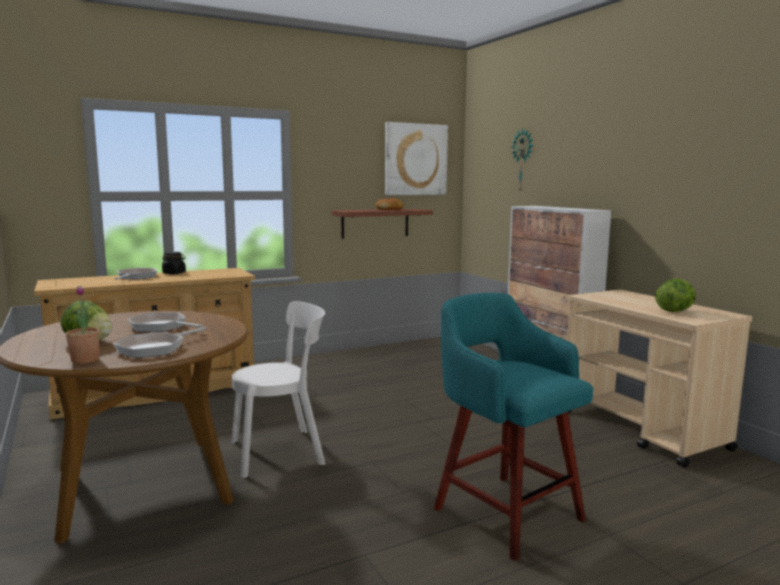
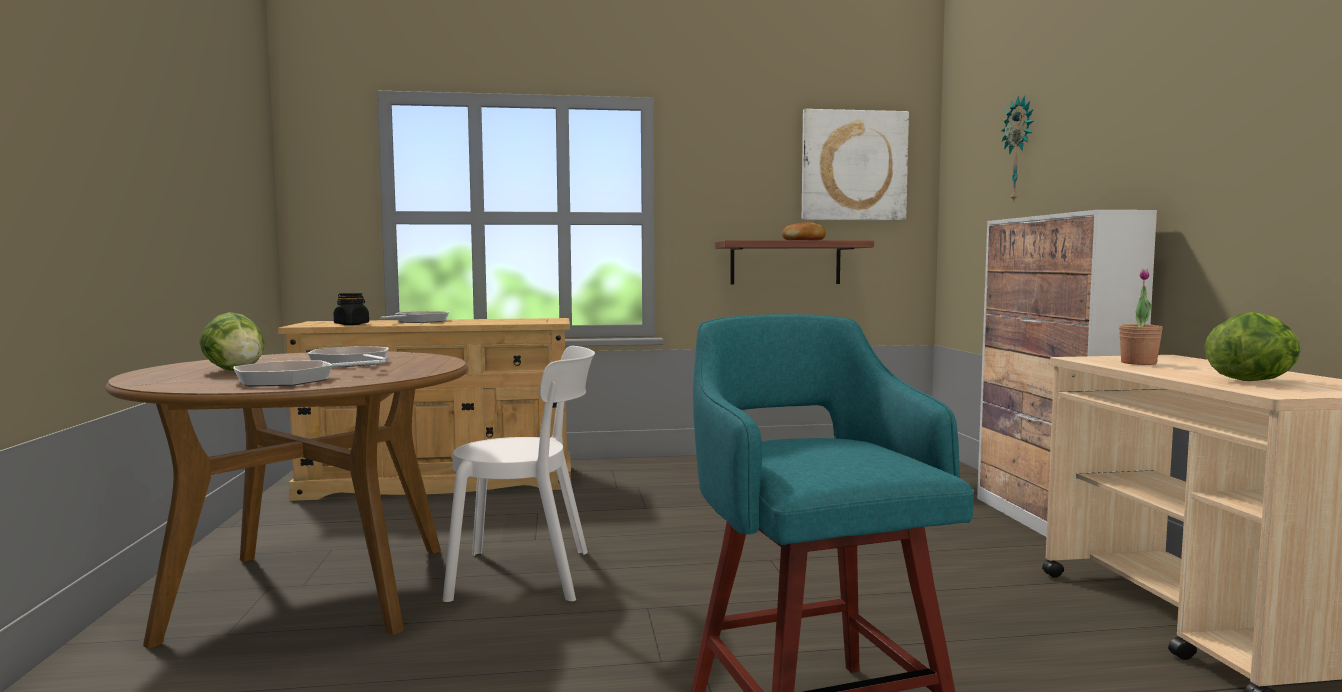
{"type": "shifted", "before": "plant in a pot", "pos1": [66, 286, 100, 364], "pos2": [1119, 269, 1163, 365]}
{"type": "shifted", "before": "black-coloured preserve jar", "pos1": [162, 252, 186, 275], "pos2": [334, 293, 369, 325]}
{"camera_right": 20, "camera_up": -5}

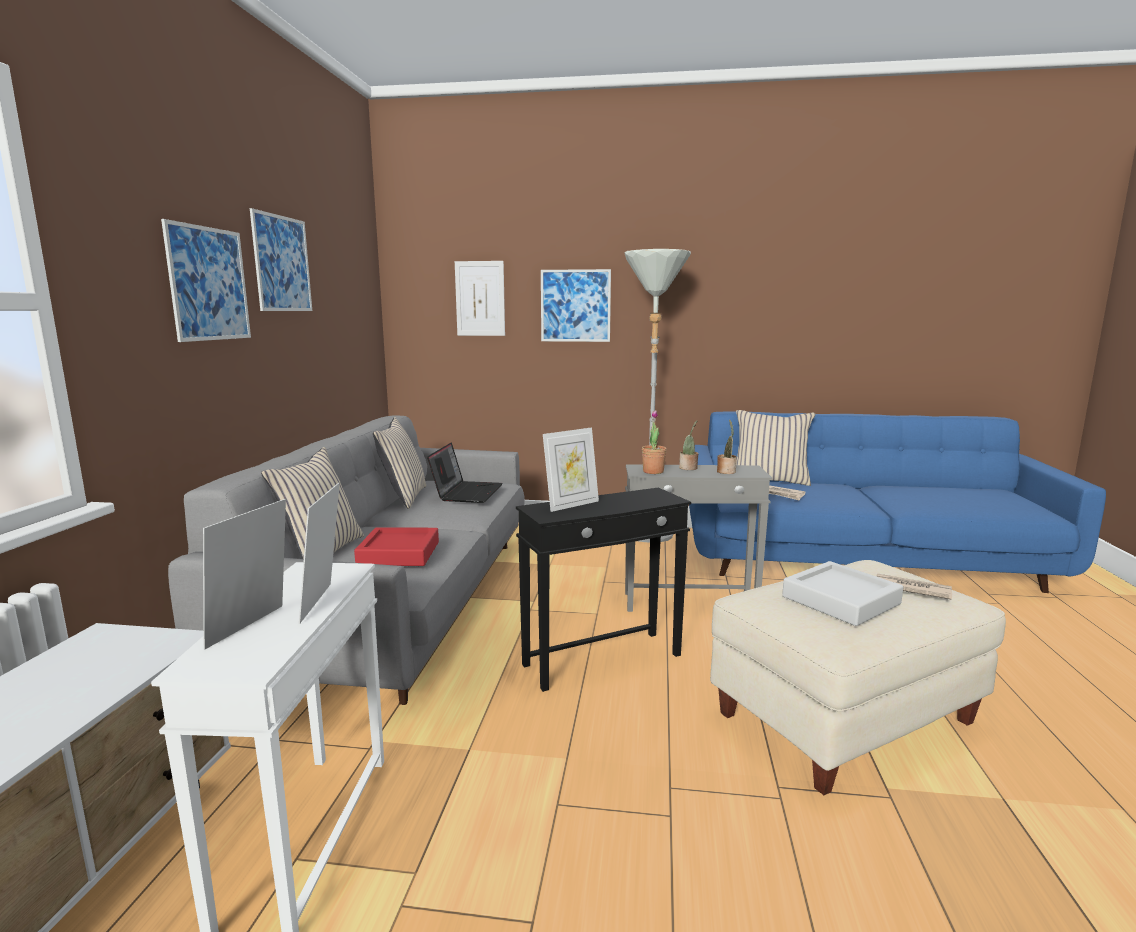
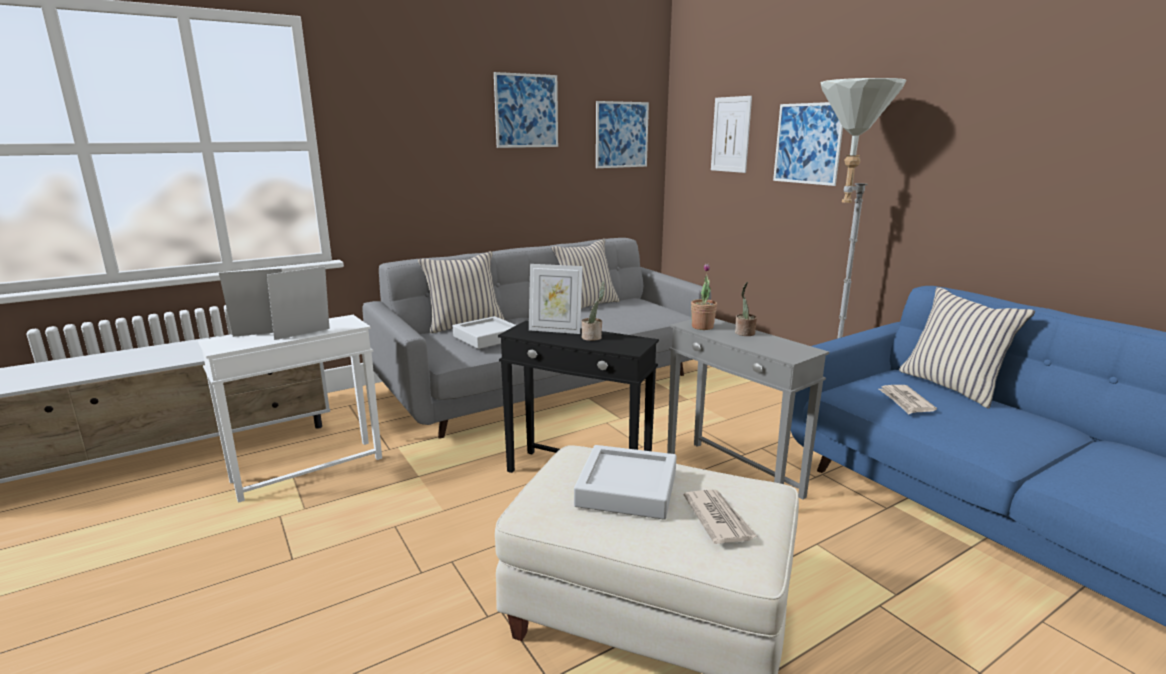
{"type": "shifted", "before": "picture", "pos1": [161, 219, 251, 342], "pos2": [596, 101, 649, 168]}
{"type": "repainted", "before": "red tray", "after": "gray tray", "pos1": [354, 527, 439, 566], "pos2": [453, 316, 516, 349]}
{"type": "gone", "before": "portable computer", "pos1": [427, 442, 502, 503]}
{"type": "shifted", "before": "plant in a pot", "pos1": [717, 419, 737, 474], "pos2": [582, 281, 605, 341]}
{"camera_right": 50, "camera_up": 5}

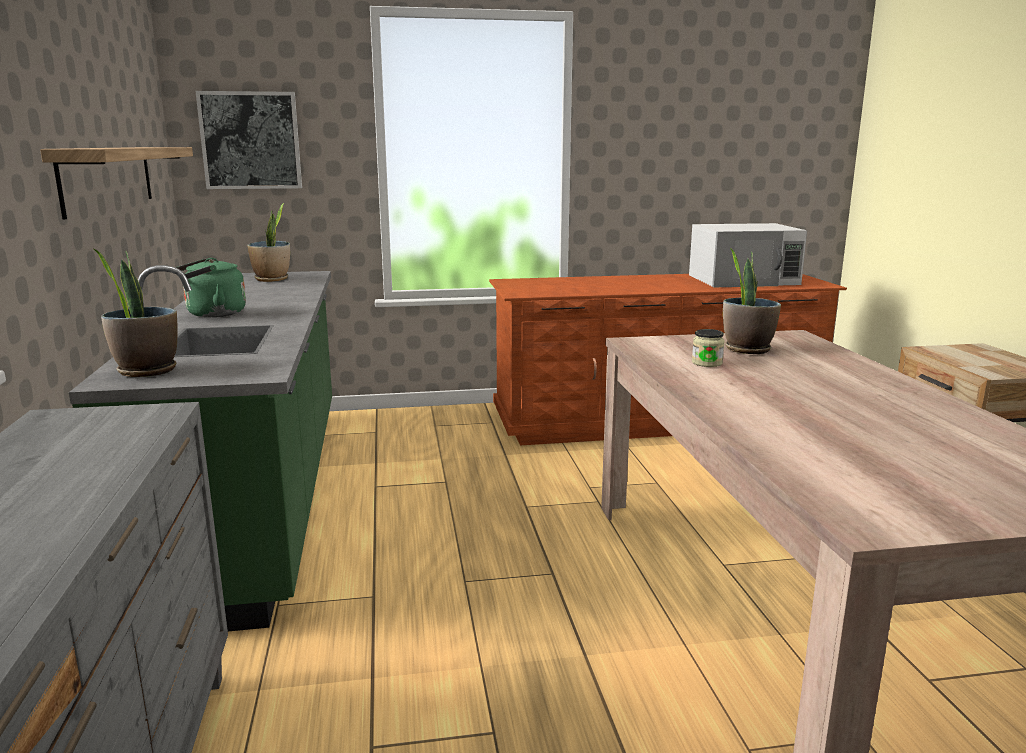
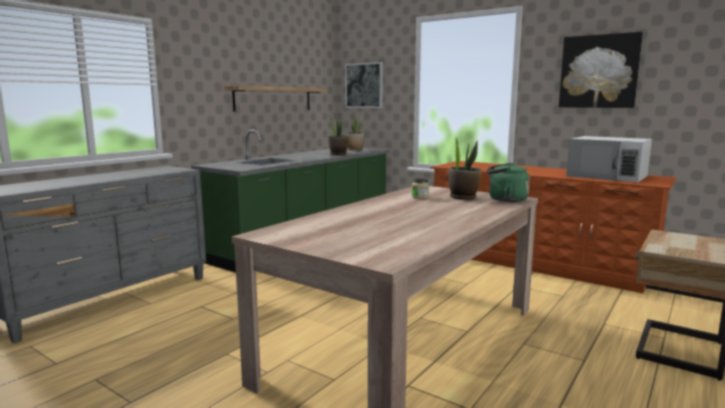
{"type": "shifted", "before": "plant in a pot", "pos1": [94, 249, 178, 377], "pos2": [328, 117, 349, 155]}
{"type": "shifted", "before": "green-coloured kettle", "pos1": [176, 258, 246, 317], "pos2": [487, 163, 530, 202]}
{"type": "new", "after": "picture", "pos2": [559, 32, 643, 108]}
{"camera_right": 45, "camera_up": -5}

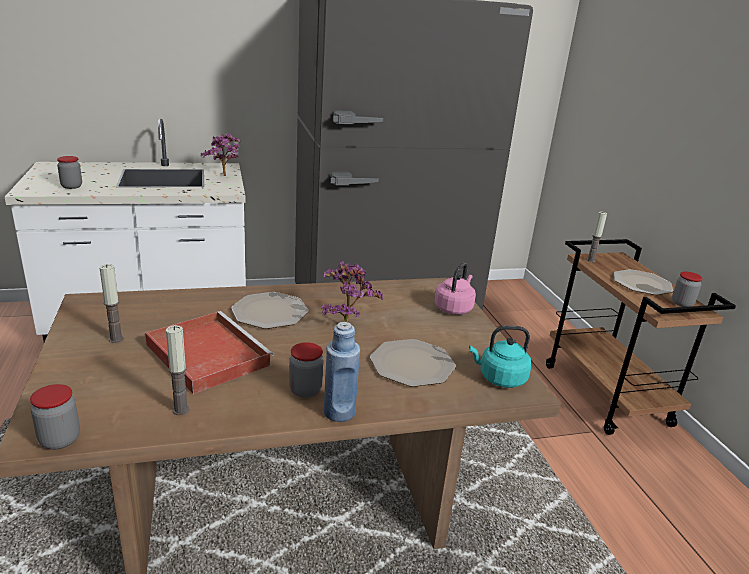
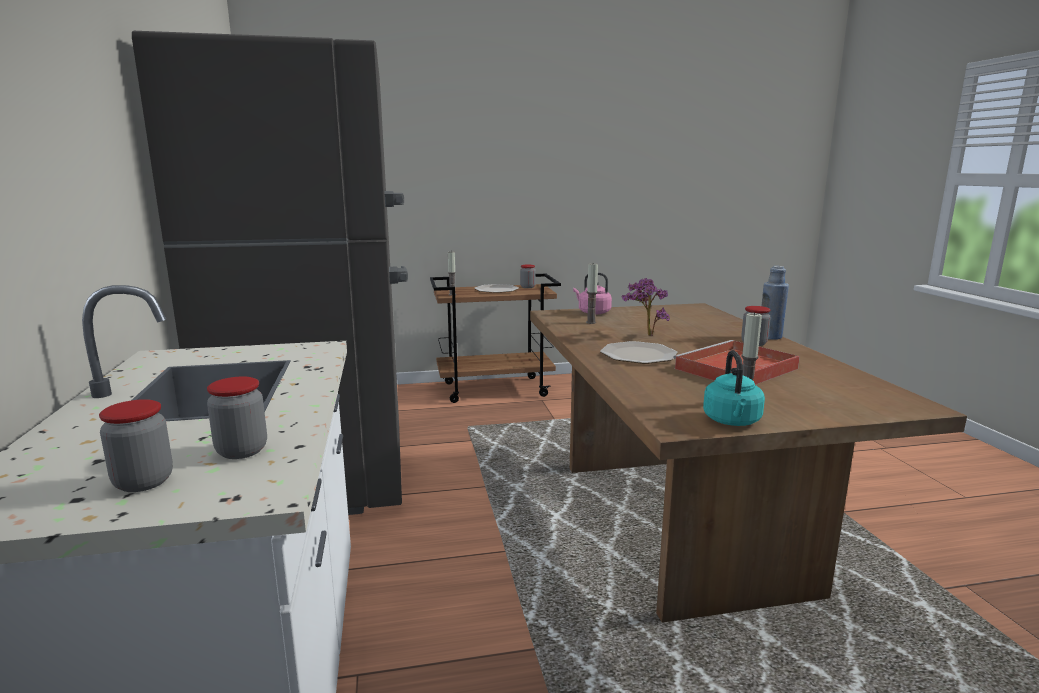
{"type": "shifted", "before": "preserve jar", "pos1": [30, 384, 80, 450], "pos2": [99, 399, 173, 492]}
{"type": "shifted", "before": "wax candle", "pos1": [166, 325, 190, 415], "pos2": [586, 263, 598, 324]}
{"type": "gone", "before": "plant in a pot", "pos1": [201, 133, 241, 176]}
{"type": "gone", "before": "flat dish", "pos1": [370, 339, 456, 387]}
{"type": "shifted", "before": "turquoise-coloured kettle", "pos1": [469, 326, 532, 388], "pos2": [703, 350, 765, 426]}
{"camera_right": -85, "camera_up": -10}

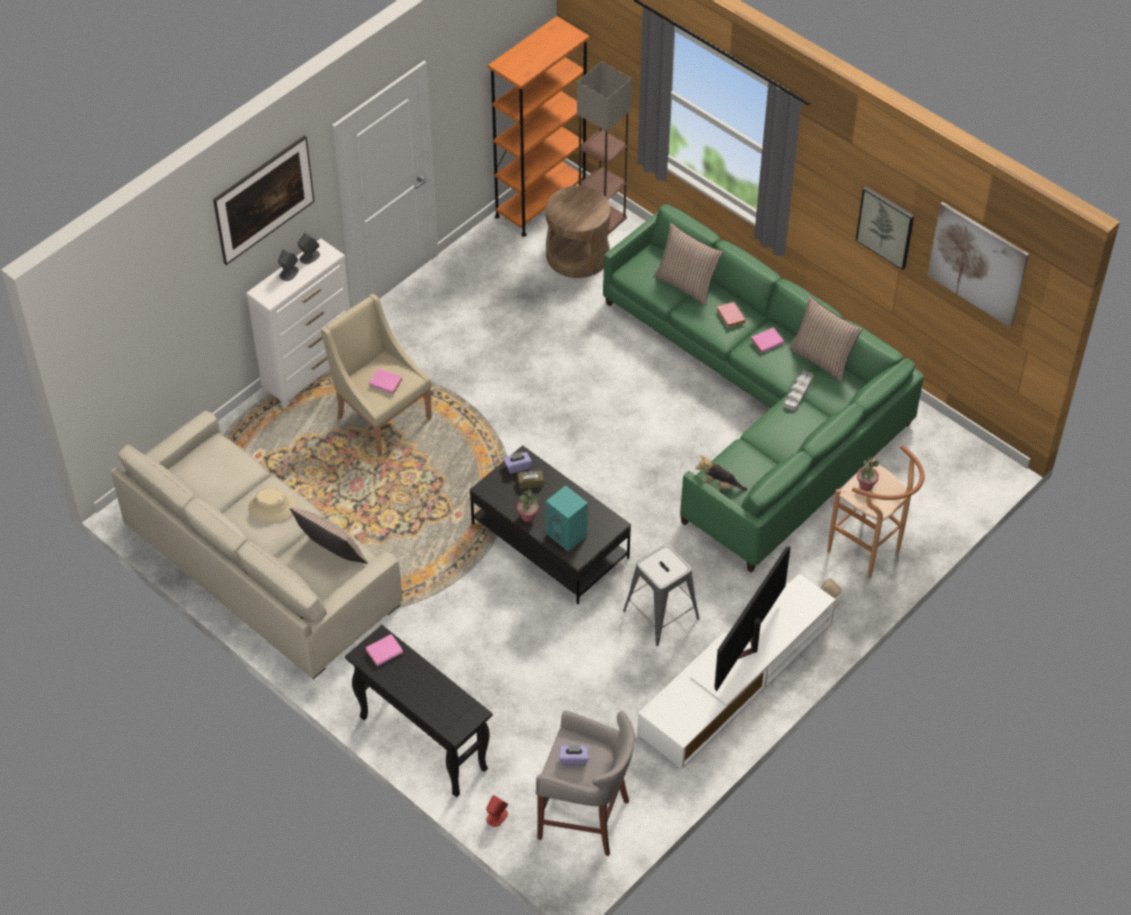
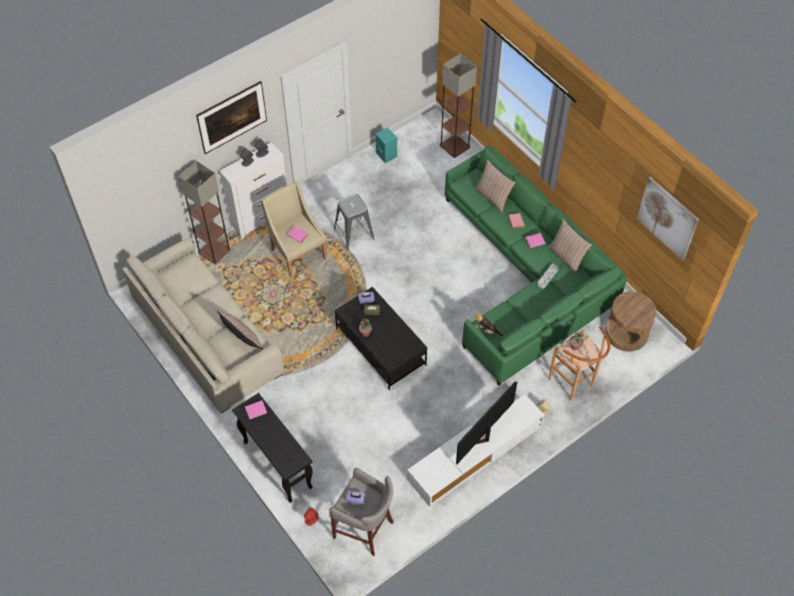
{"type": "gone", "before": "sand-coloured hat", "pos1": [248, 488, 296, 522]}
{"type": "gone", "before": "orange bookshelf", "pos1": [488, 16, 590, 237]}
{"type": "shifted", "before": "brown side table", "pos1": [546, 186, 610, 278], "pos2": [605, 291, 656, 352]}
{"type": "shifted", "before": "turquoise-coloured loudspeaker", "pos1": [546, 485, 588, 551], "pos2": [376, 128, 397, 163]}
{"type": "shifted", "before": "gray stool", "pos1": [623, 545, 700, 646], "pos2": [334, 194, 374, 250]}
{"type": "gone", "before": "picture", "pos1": [856, 186, 914, 270]}
{"type": "new", "after": "standard lamp", "pos2": [178, 161, 230, 264]}
{"camera_right": 10, "camera_up": 5}

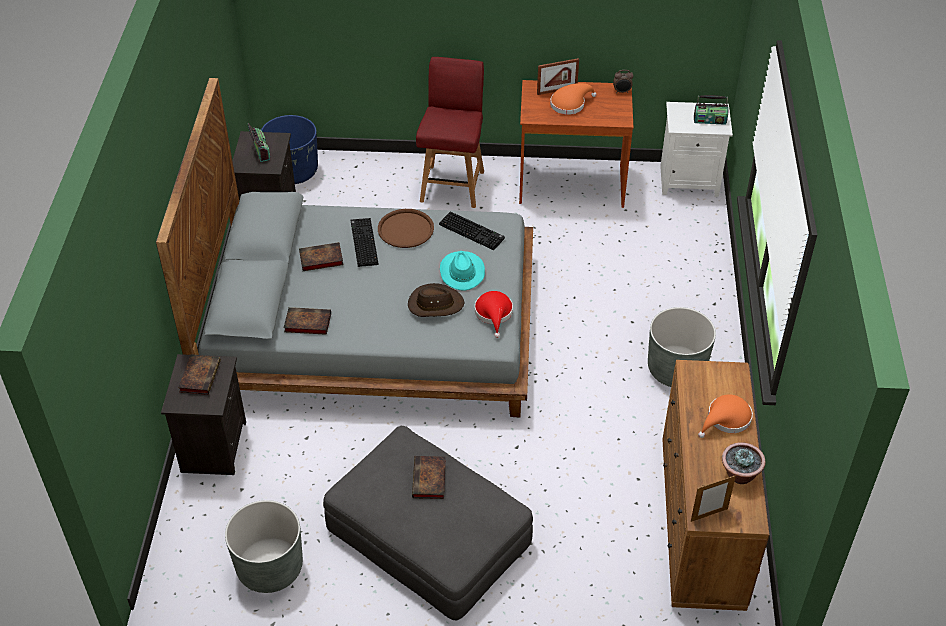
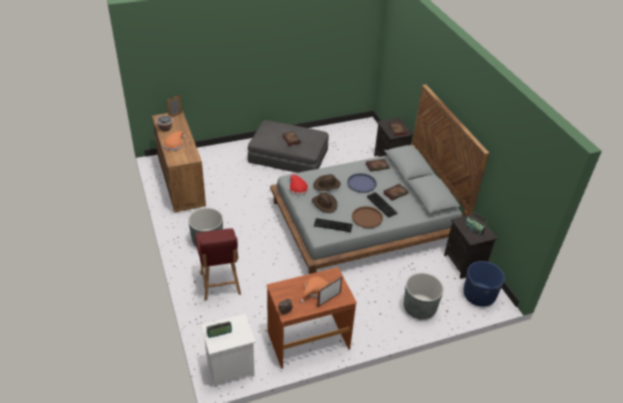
{"type": "shifted", "before": "gray planter", "pos1": [225, 500, 303, 593], "pos2": [404, 273, 444, 320]}
{"type": "shifted", "before": "red plain chair", "pos1": [416, 57, 484, 208], "pos2": [196, 228, 241, 300]}
{"type": "repainted", "before": "turquoise-coloured hat", "after": "brown hat", "pos1": [440, 251, 485, 291], "pos2": [312, 192, 337, 213]}
{"type": "new", "after": "blue-coloured tray", "pos2": [347, 173, 377, 193]}
{"camera_right": 155, "camera_up": -5}

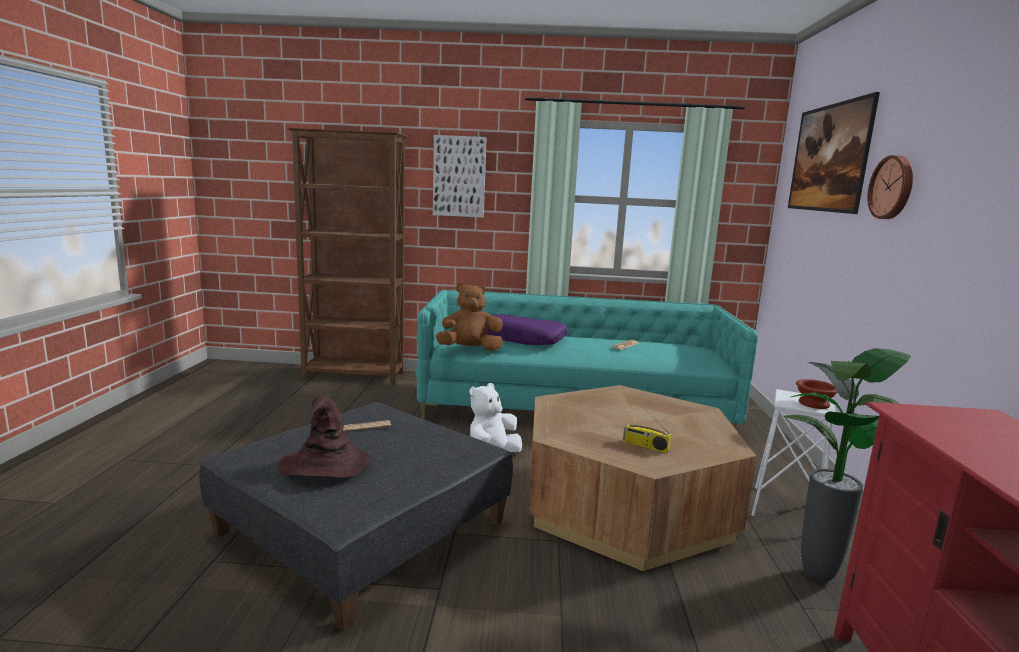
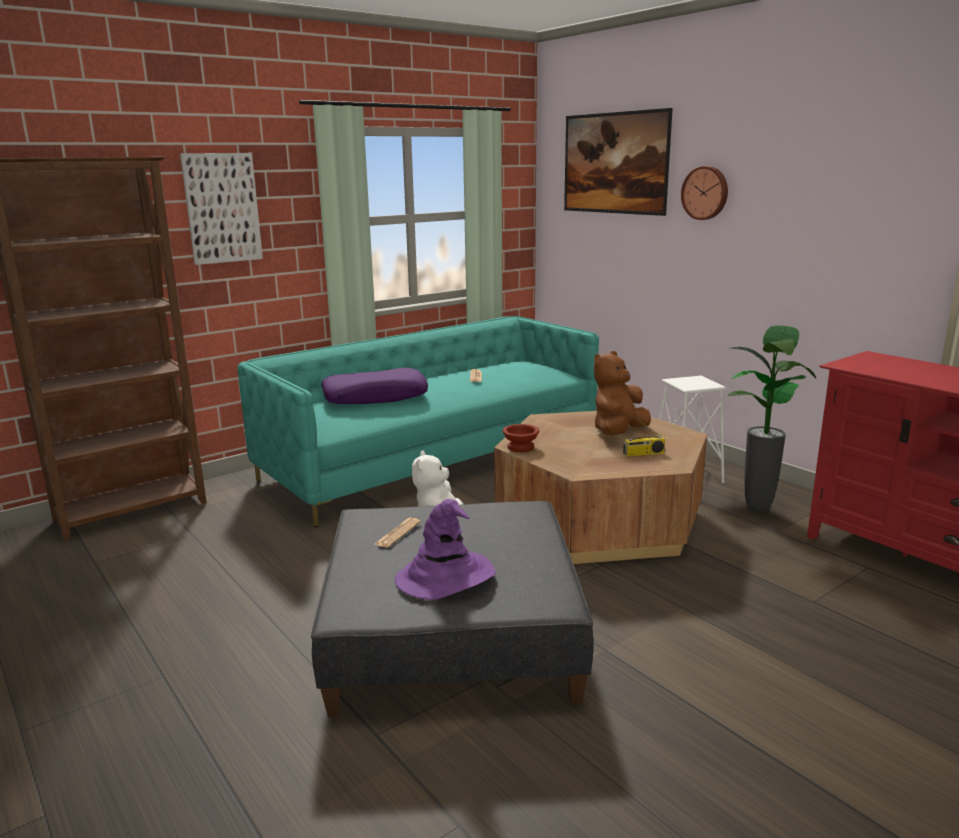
{"type": "repainted", "before": "brown hat", "after": "purplish hat", "pos1": [278, 396, 370, 478], "pos2": [395, 499, 496, 600]}
{"type": "shifted", "before": "brown plush toy", "pos1": [436, 283, 503, 351], "pos2": [594, 351, 651, 435]}
{"type": "shifted", "before": "brown serving bowl", "pos1": [796, 379, 838, 409], "pos2": [503, 424, 539, 452]}
{"camera_right": -40, "camera_up": 5}

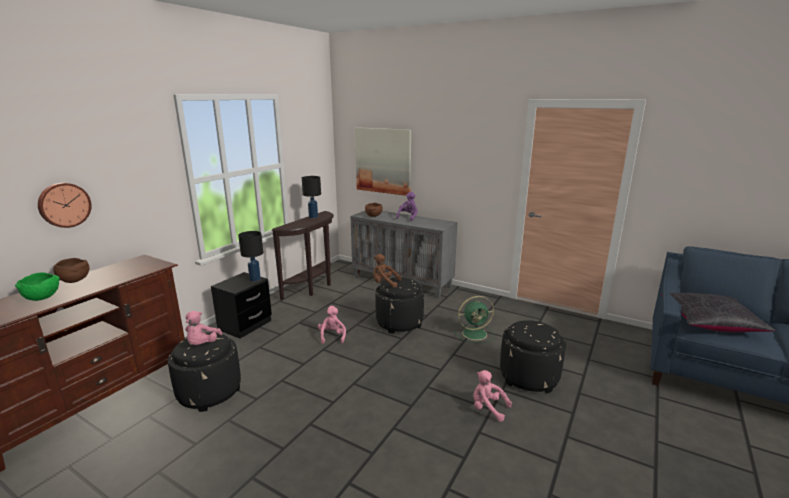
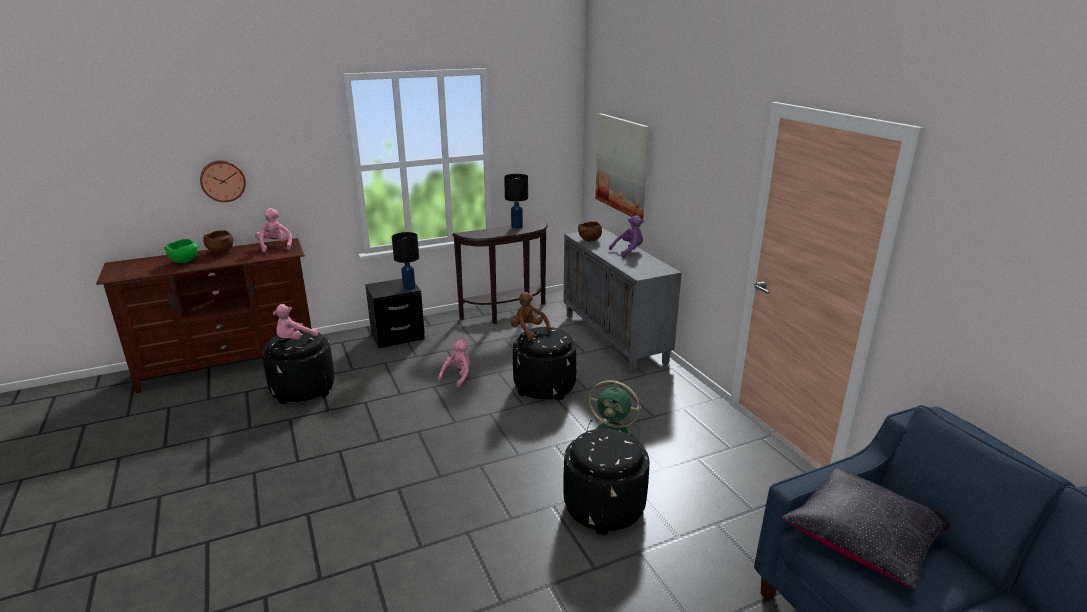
{"type": "shifted", "before": "pink plush toy", "pos1": [474, 370, 512, 422], "pos2": [255, 208, 292, 252]}
{"camera_right": 35, "camera_up": 5}

